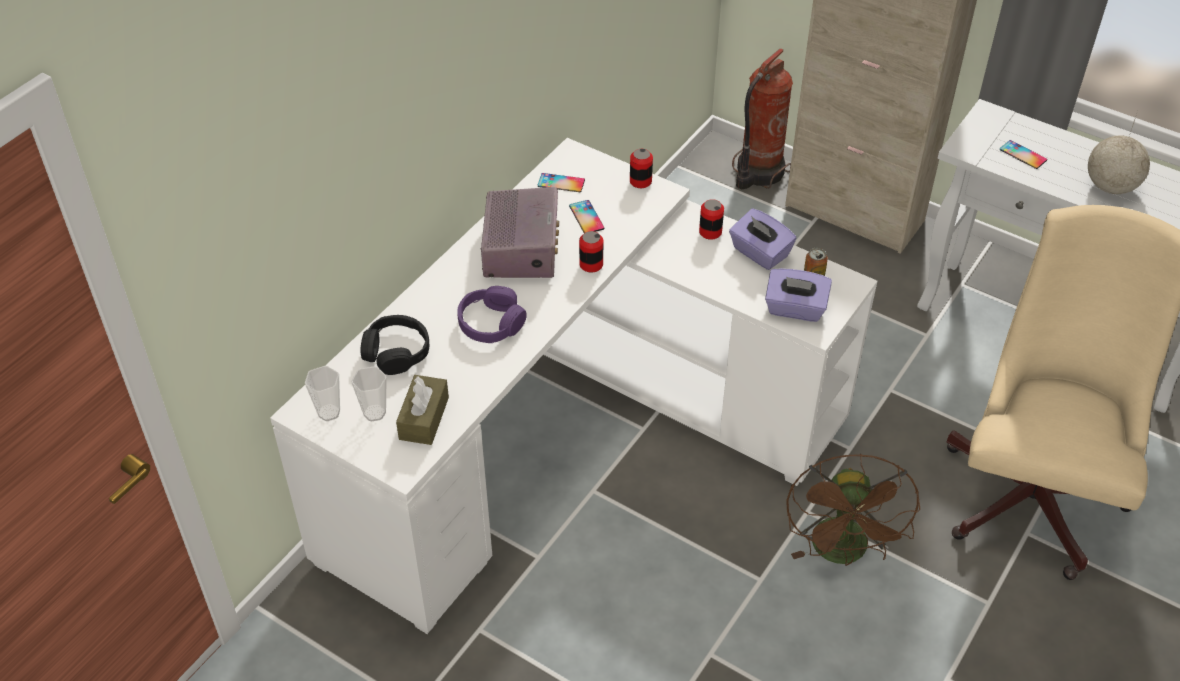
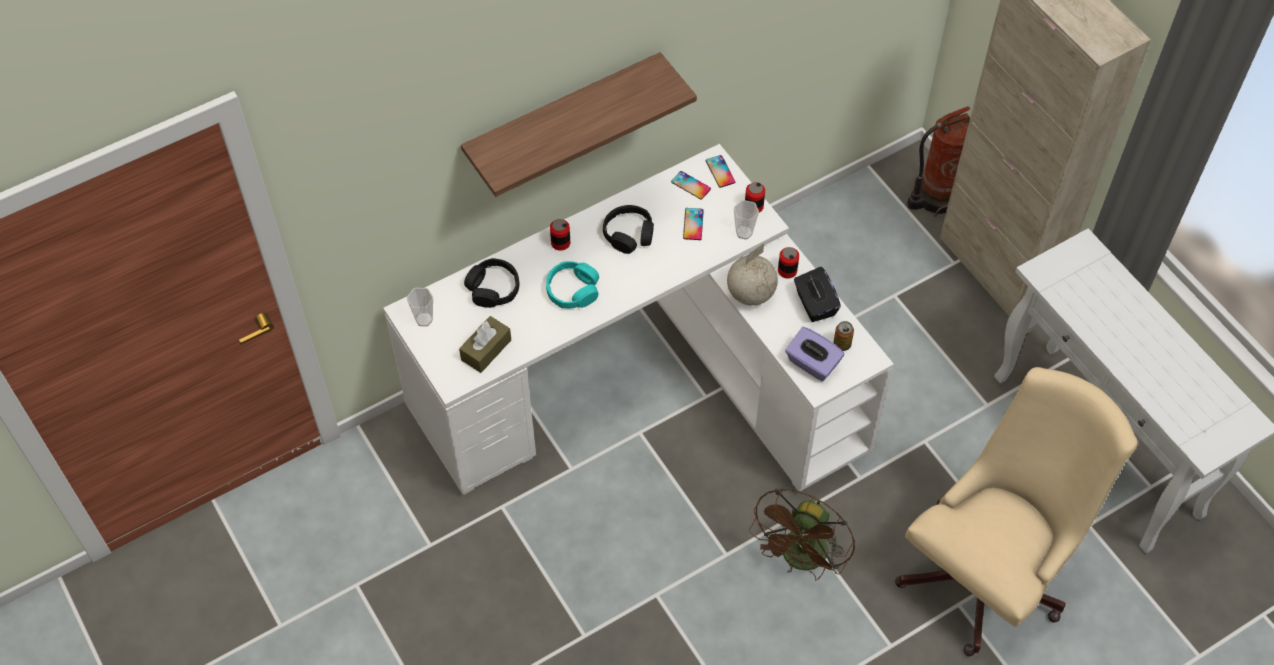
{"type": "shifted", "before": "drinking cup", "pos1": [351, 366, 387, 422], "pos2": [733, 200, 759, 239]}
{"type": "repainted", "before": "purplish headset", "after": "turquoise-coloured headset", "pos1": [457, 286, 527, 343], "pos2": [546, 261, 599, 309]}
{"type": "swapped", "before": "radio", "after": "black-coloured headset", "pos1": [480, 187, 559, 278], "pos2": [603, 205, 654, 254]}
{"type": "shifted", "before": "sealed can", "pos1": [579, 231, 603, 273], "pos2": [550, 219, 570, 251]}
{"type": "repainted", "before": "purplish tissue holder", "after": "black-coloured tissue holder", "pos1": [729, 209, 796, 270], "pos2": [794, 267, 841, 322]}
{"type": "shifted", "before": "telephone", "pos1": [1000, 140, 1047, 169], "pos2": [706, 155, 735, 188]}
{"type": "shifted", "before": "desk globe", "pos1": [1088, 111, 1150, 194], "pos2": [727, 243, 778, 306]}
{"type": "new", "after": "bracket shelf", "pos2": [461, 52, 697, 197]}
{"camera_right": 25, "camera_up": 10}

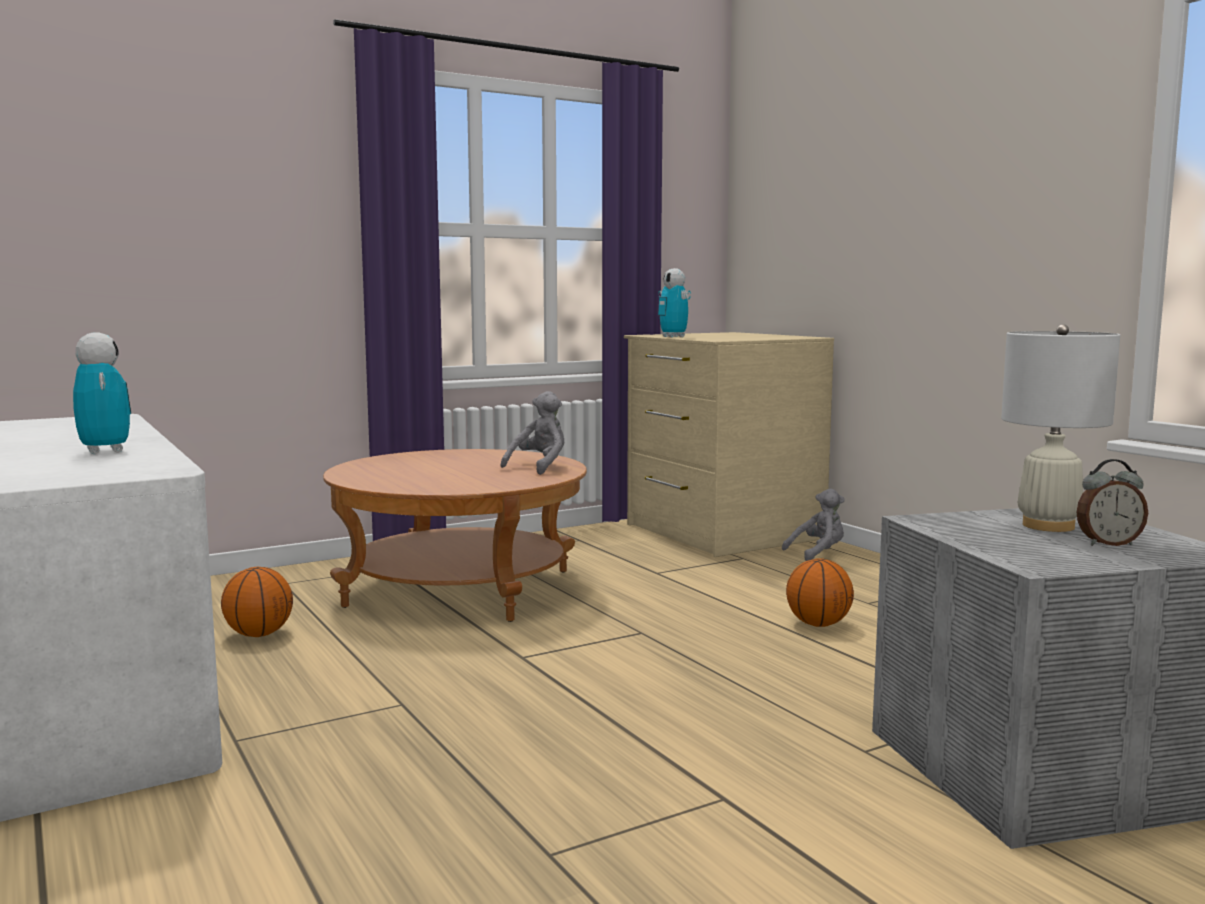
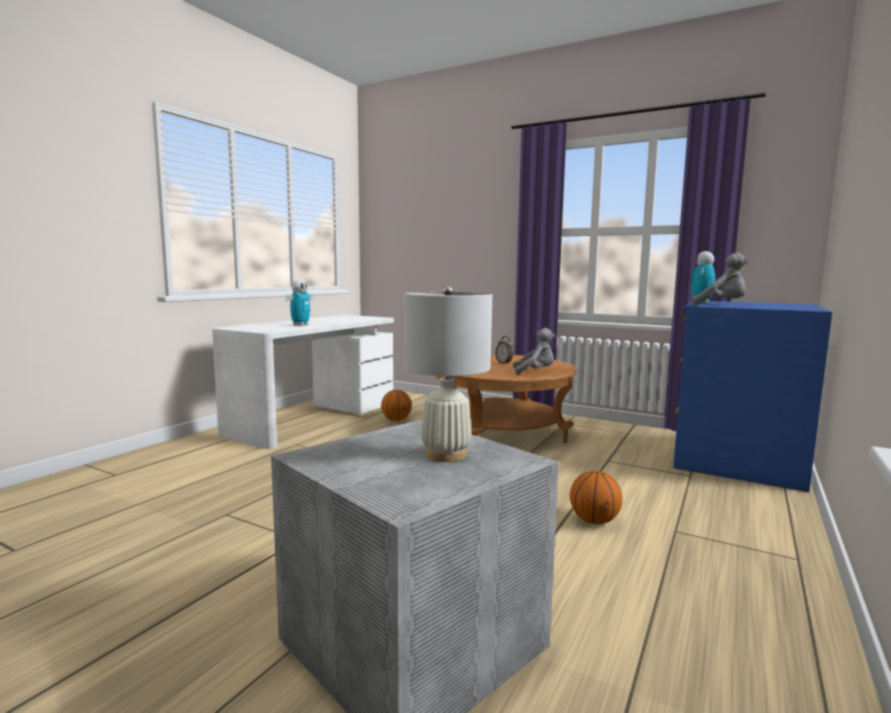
{"type": "repainted", "before": "sand-coloured chest of drawers", "after": "blue-coloured chest of drawers", "pos1": [624, 332, 834, 557], "pos2": [673, 301, 832, 492]}
{"type": "shifted", "before": "gray plush toy", "pos1": [782, 489, 845, 561], "pos2": [692, 253, 748, 306]}
{"type": "shifted", "before": "bedside clock", "pos1": [1076, 459, 1148, 546], "pos2": [495, 336, 513, 364]}
{"camera_right": 60, "camera_up": 0}

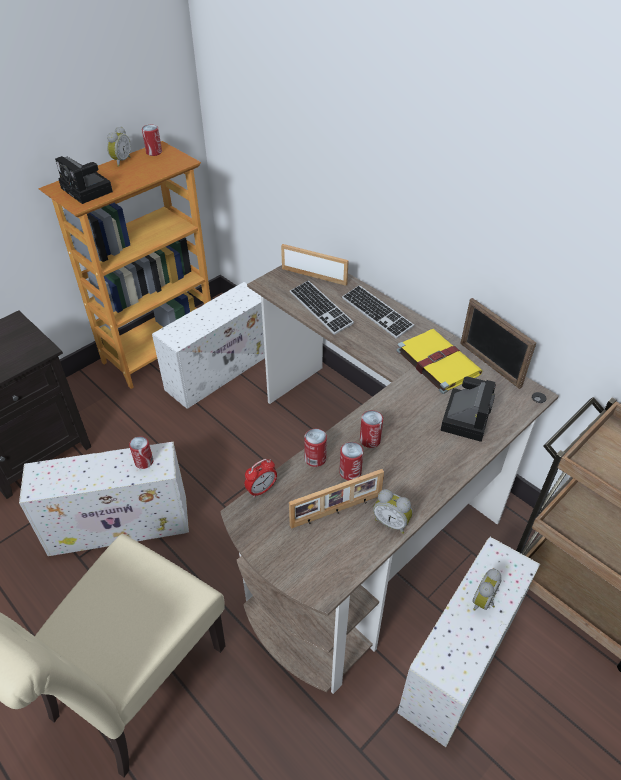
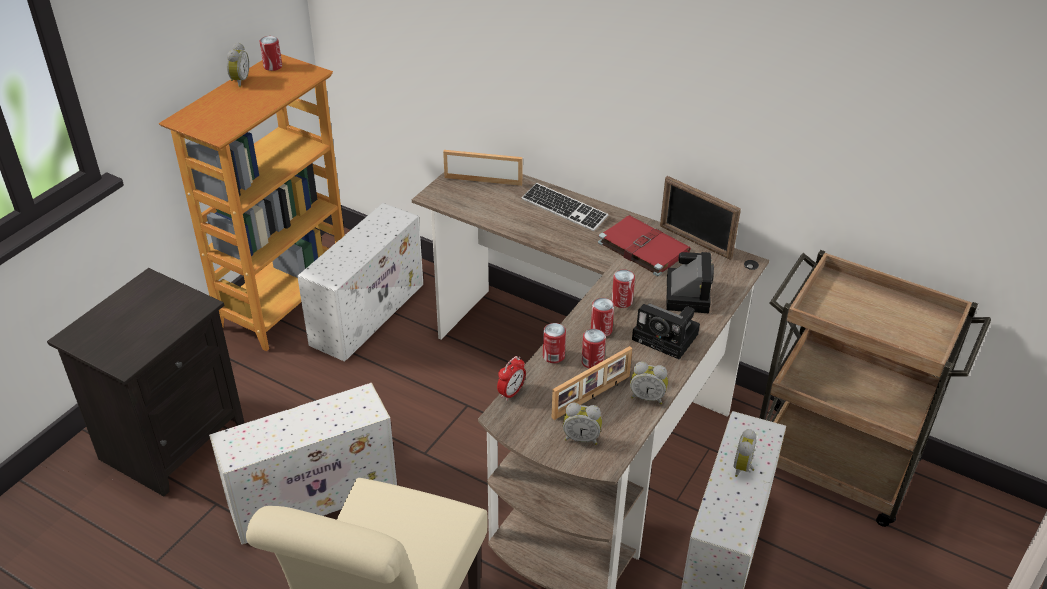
{"type": "shifted", "before": "photo camera", "pos1": [55, 156, 113, 204], "pos2": [632, 303, 700, 360]}
{"type": "shifted", "before": "sealed can", "pos1": [129, 436, 153, 469], "pos2": [612, 270, 635, 308]}
{"type": "gone", "before": "computer keyboard", "pos1": [290, 280, 354, 335]}
{"type": "repainted", "before": "yellow volume", "after": "red volume", "pos1": [397, 329, 482, 394], "pos2": [598, 215, 691, 276]}
{"type": "new", "after": "bedside clock", "pos2": [563, 403, 602, 445]}
{"camera_right": -15, "camera_up": -5}

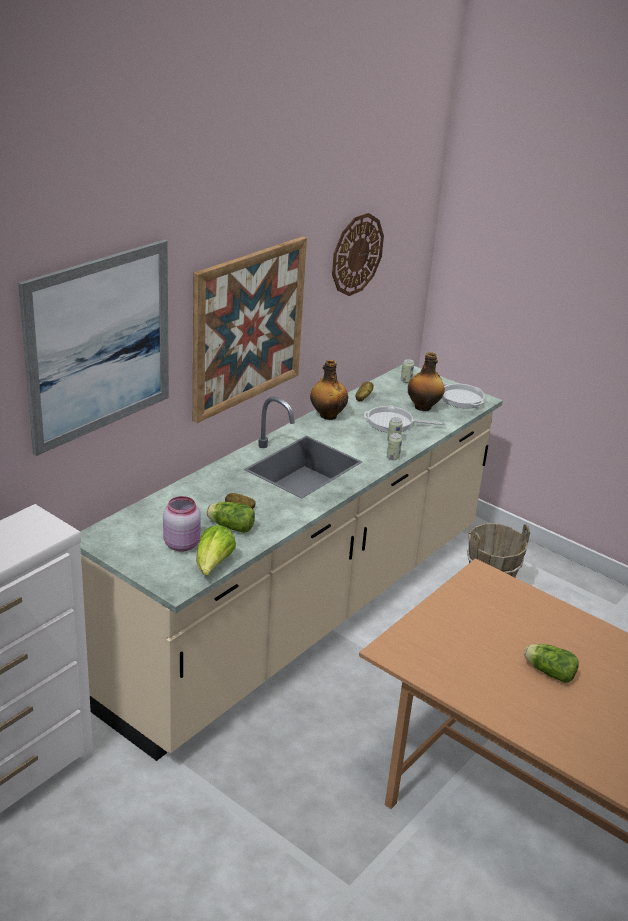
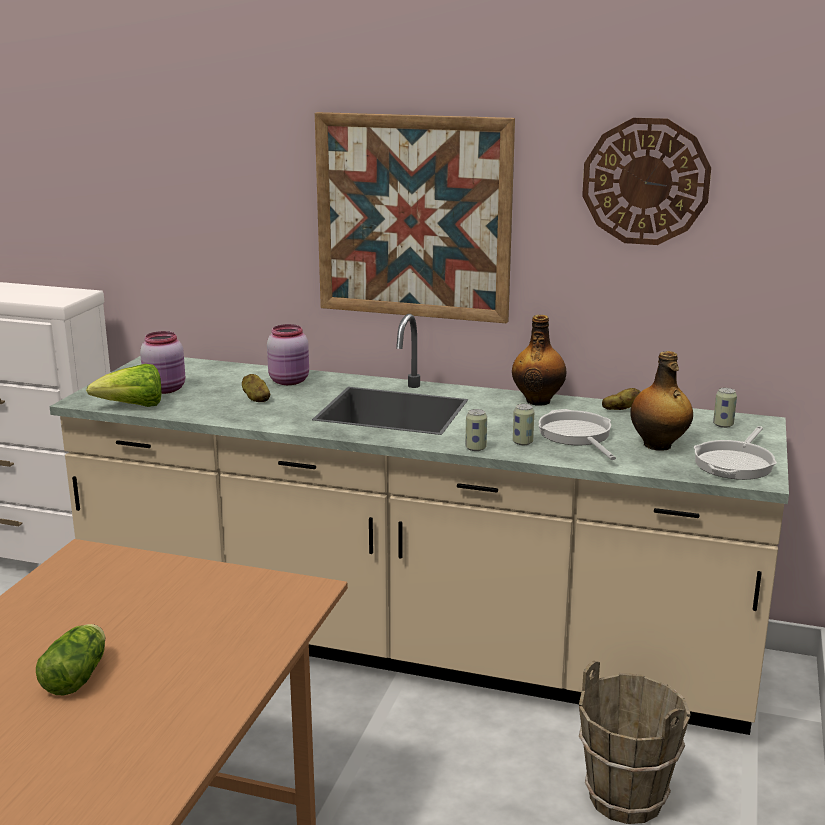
{"type": "gone", "before": "picture", "pos1": [18, 240, 169, 456]}
{"type": "gone", "before": "lettuce", "pos1": [206, 502, 255, 533]}
{"type": "new", "after": "pink preserve jar", "pos2": [267, 324, 309, 385]}
{"camera_right": 70, "camera_up": -10}

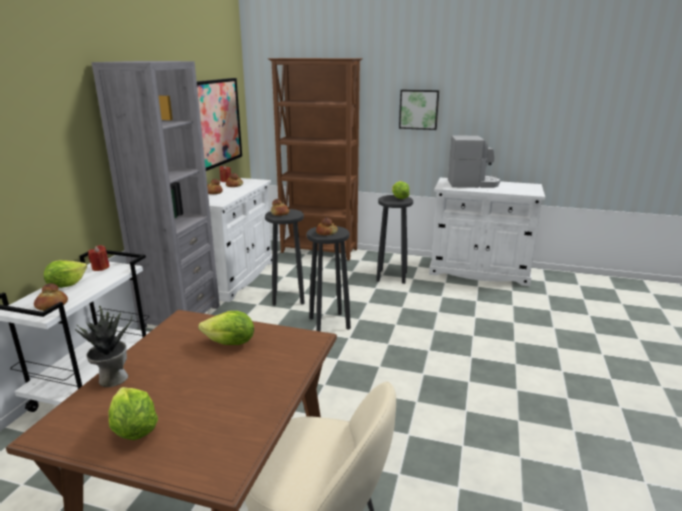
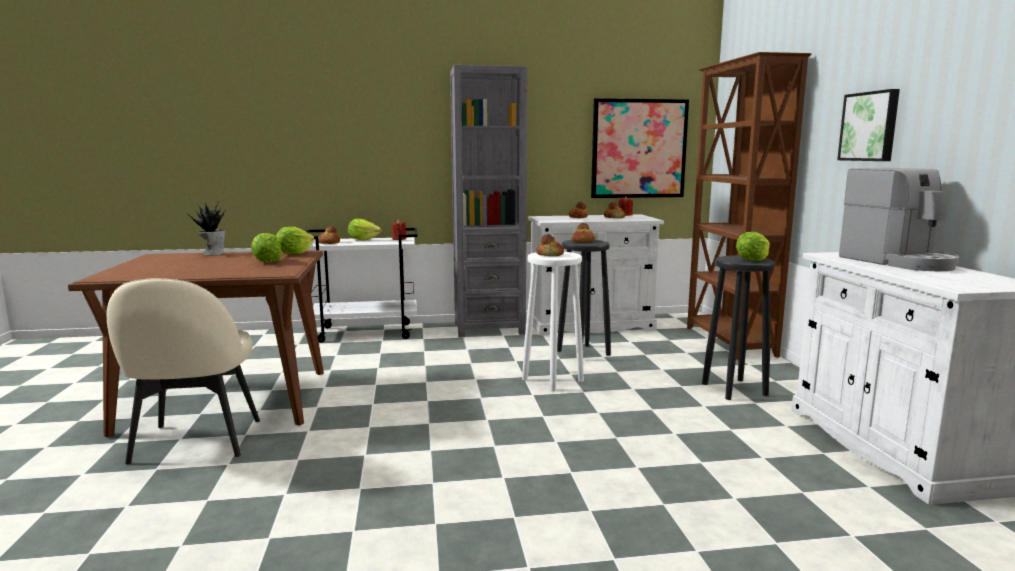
{"type": "shifted", "before": "lettuce", "pos1": [109, 387, 158, 440], "pos2": [276, 227, 314, 254]}
{"type": "repainted", "before": "black-coloured stool", "after": "white stool", "pos1": [307, 226, 351, 332], "pos2": [522, 252, 584, 392]}
{"camera_right": 65, "camera_up": -10}

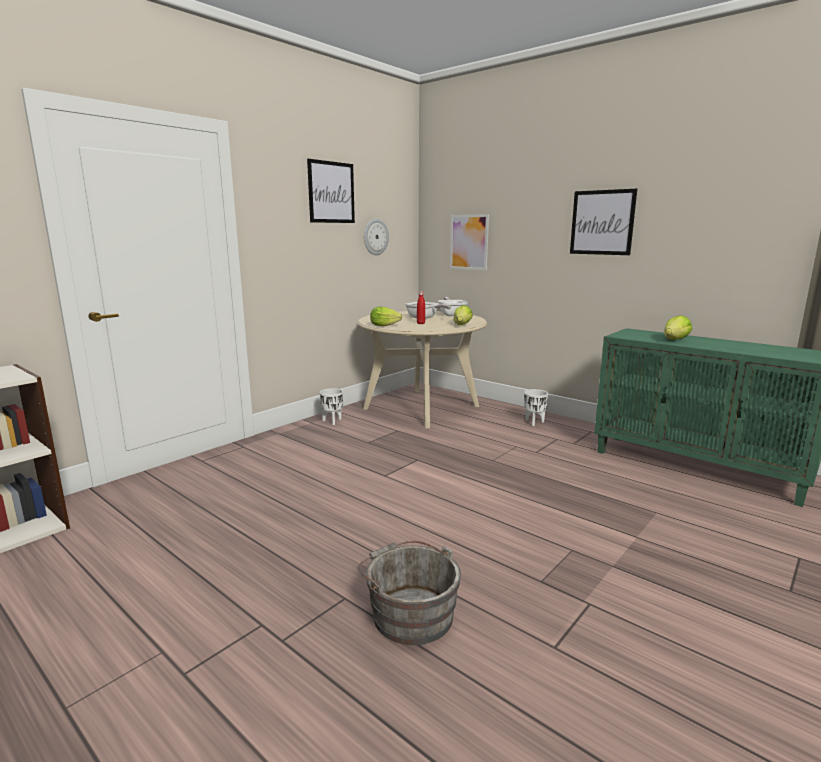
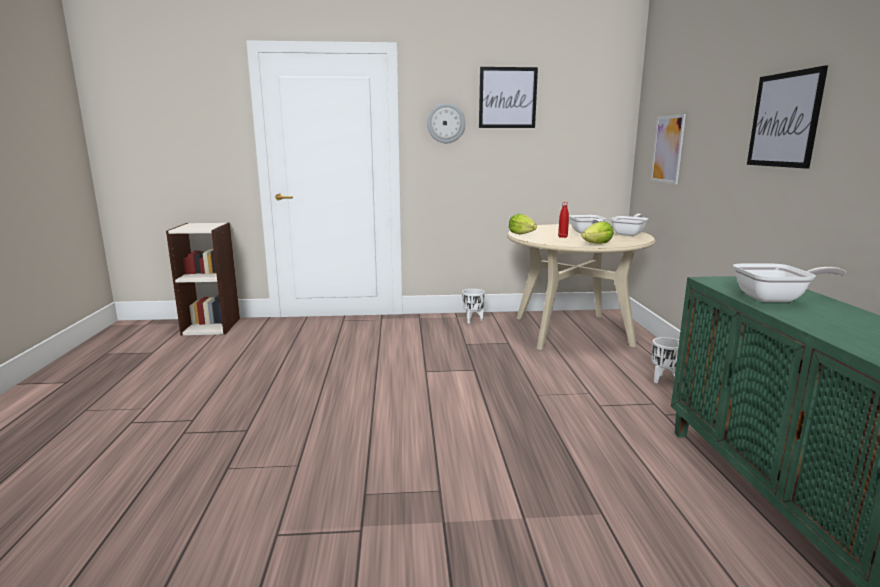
{"type": "gone", "before": "gray bucket", "pos1": [358, 541, 461, 645]}
{"type": "shifted", "before": "wall clock", "pos1": [364, 219, 389, 255], "pos2": [427, 103, 466, 143]}
{"type": "swapped", "before": "lettuce", "after": "skillet", "pos1": [664, 315, 692, 340], "pos2": [733, 264, 846, 302]}
{"camera_right": 45, "camera_up": 0}

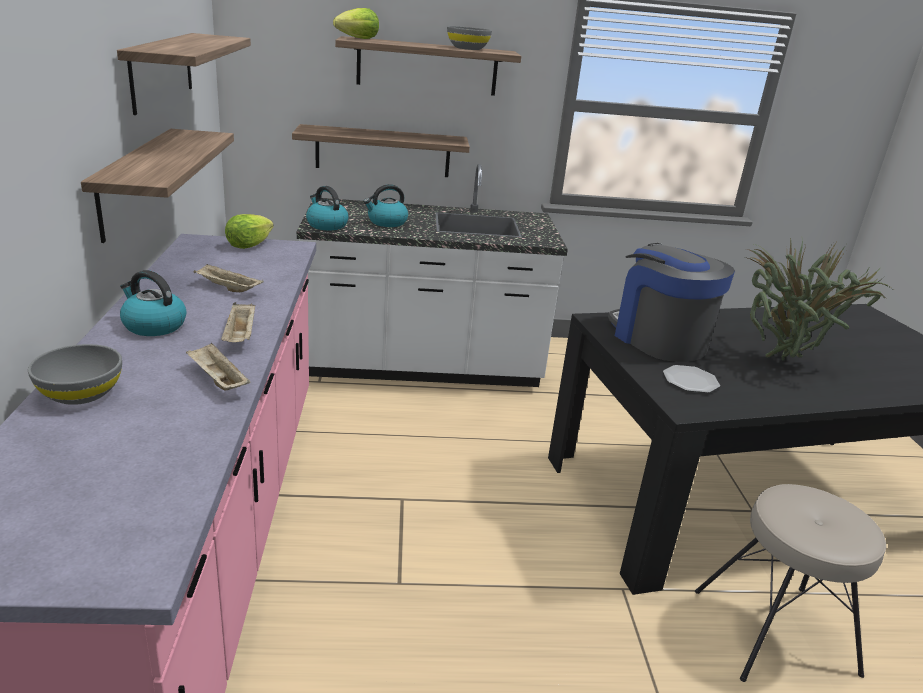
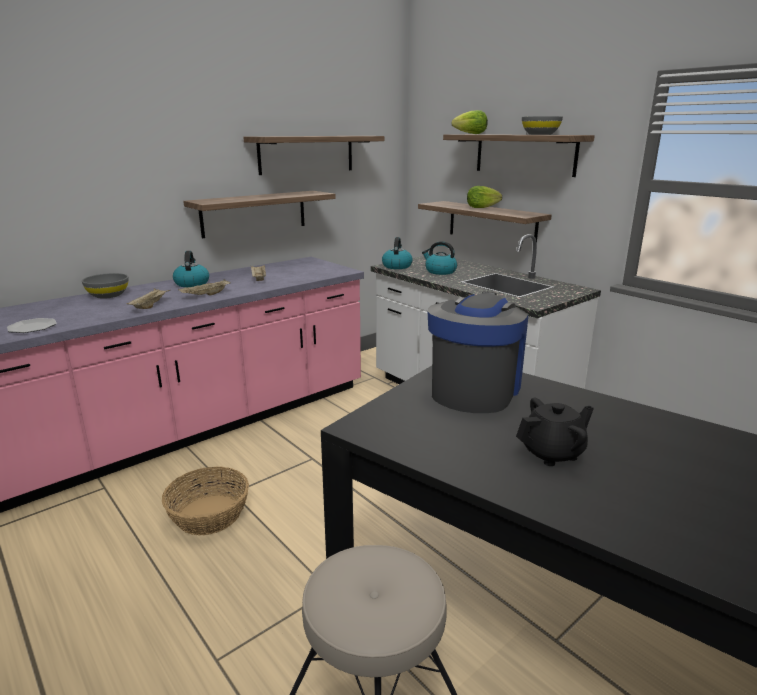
{"type": "shifted", "before": "lettuce", "pos1": [225, 214, 274, 249], "pos2": [467, 186, 502, 208]}
{"type": "shifted", "before": "flat dish", "pos1": [663, 365, 720, 393], "pos2": [7, 318, 57, 333]}
{"type": "swapped", "before": "plant in a pot", "after": "black-coloured pot for tea", "pos1": [746, 238, 893, 361], "pos2": [516, 398, 594, 466]}
{"type": "new", "after": "household basket", "pos2": [162, 466, 249, 535]}
{"camera_right": 55, "camera_up": -5}

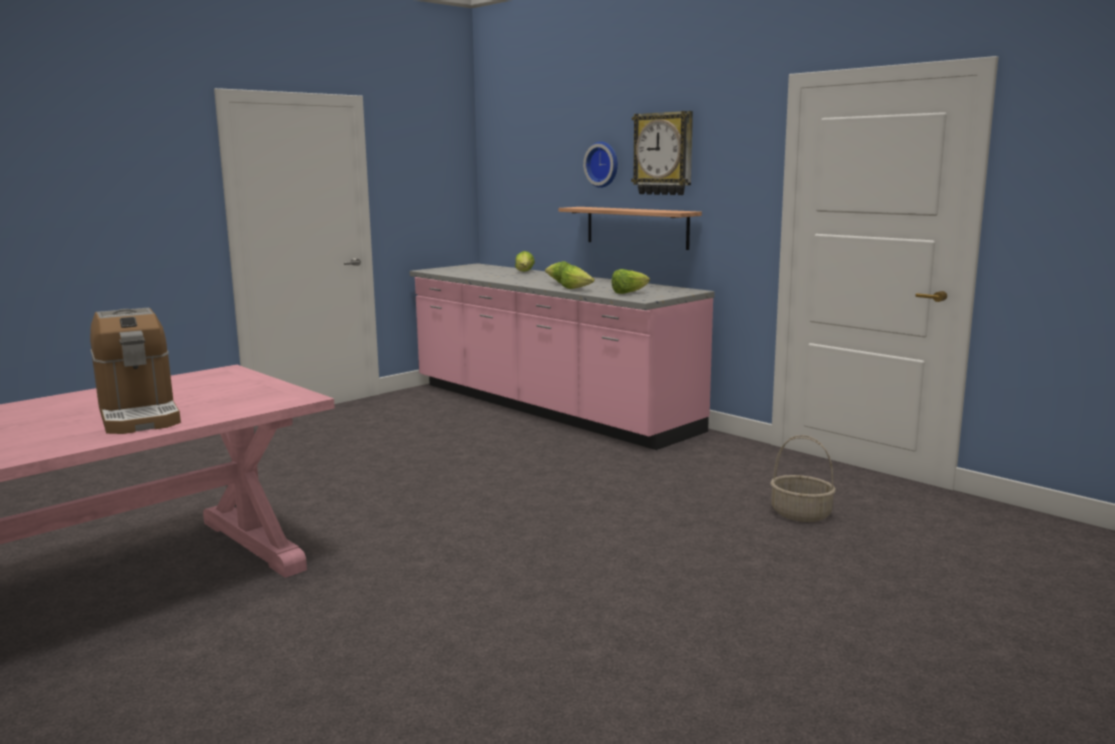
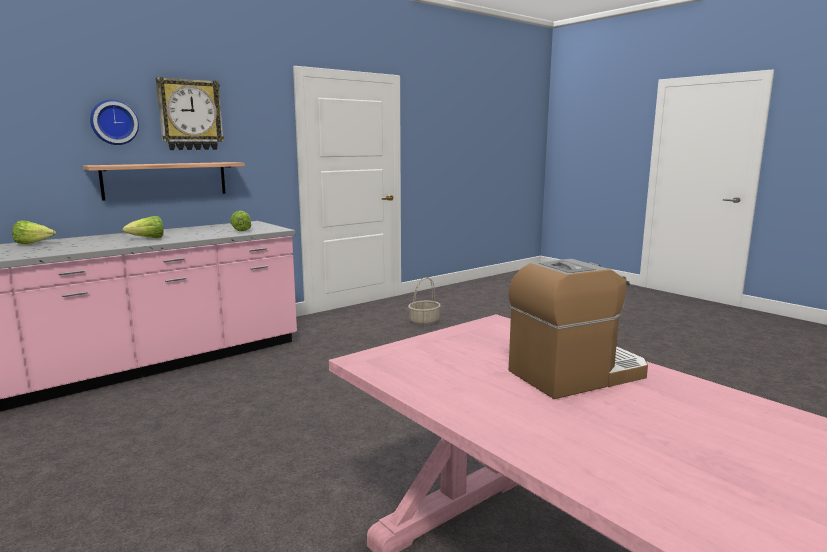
{"type": "gone", "before": "lettuce", "pos1": [561, 265, 594, 289]}
{"camera_right": -85, "camera_up": 0}

